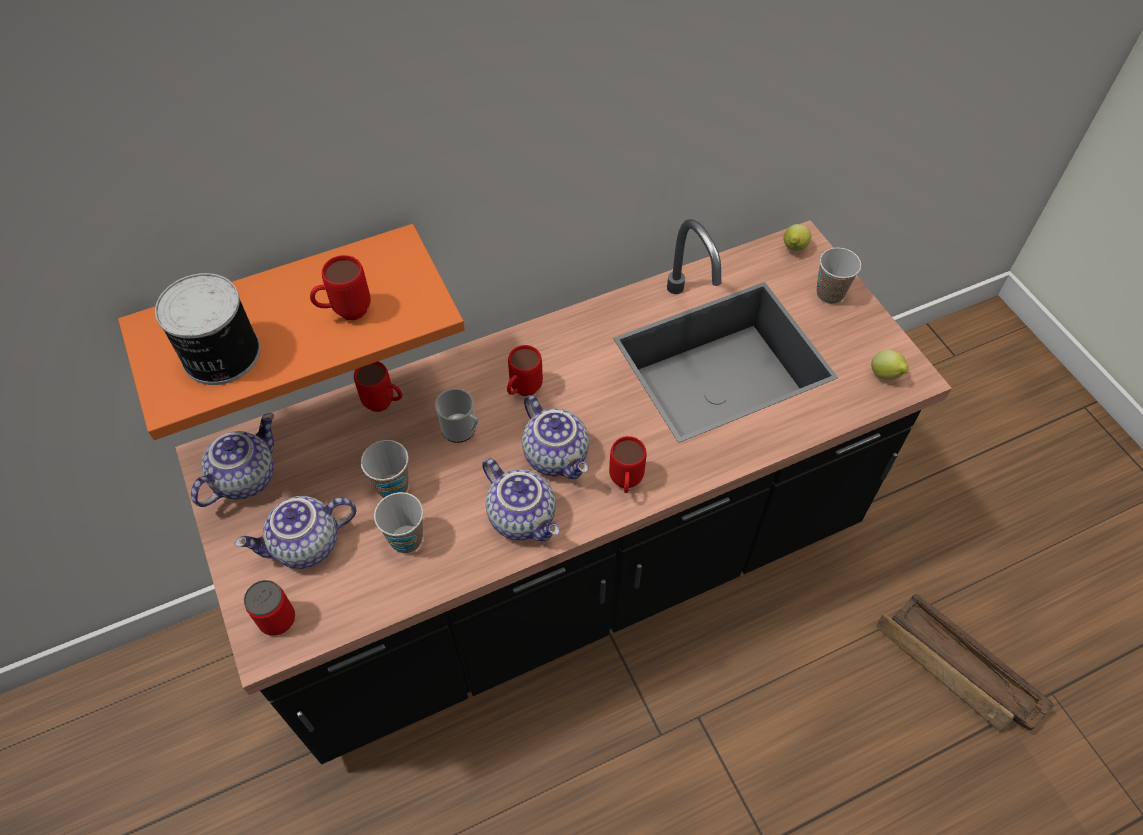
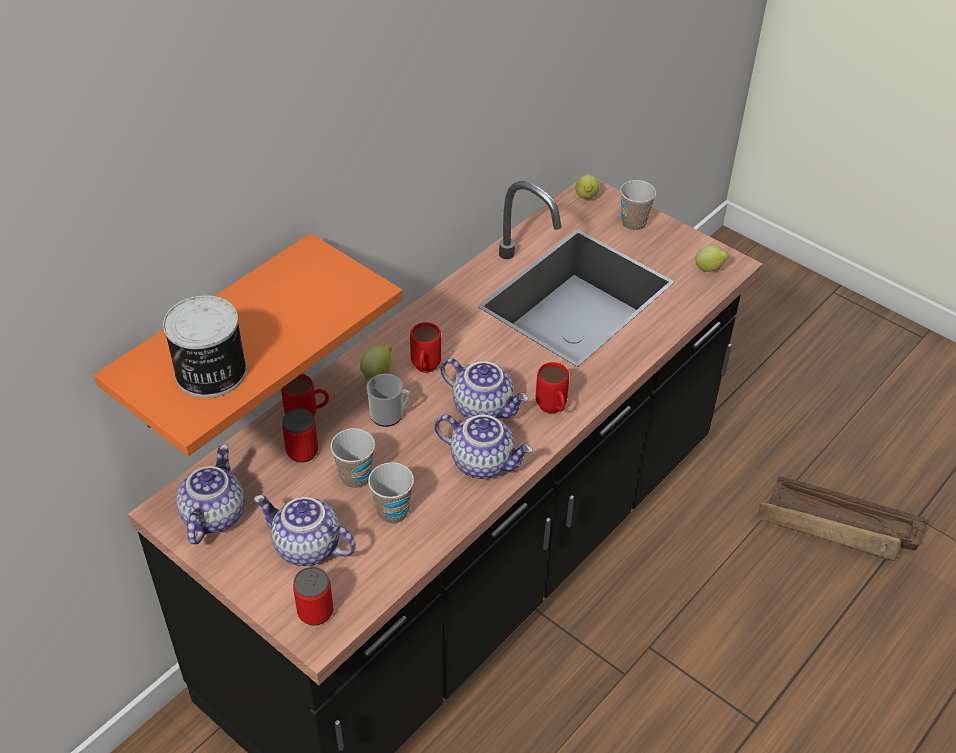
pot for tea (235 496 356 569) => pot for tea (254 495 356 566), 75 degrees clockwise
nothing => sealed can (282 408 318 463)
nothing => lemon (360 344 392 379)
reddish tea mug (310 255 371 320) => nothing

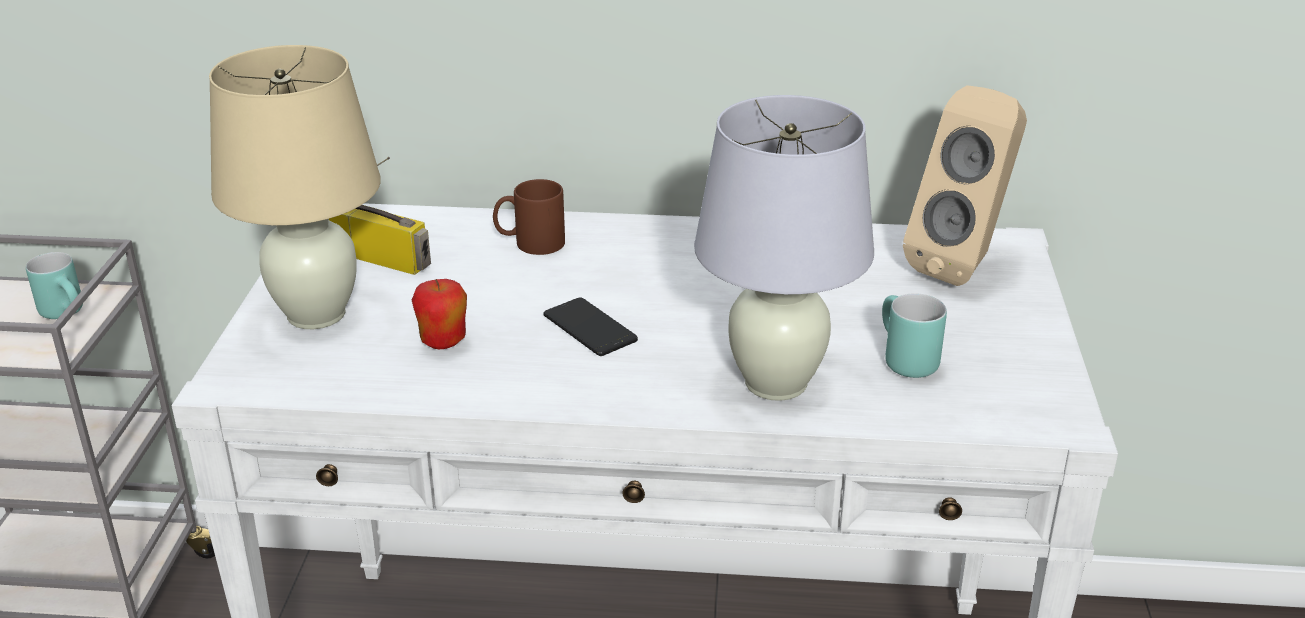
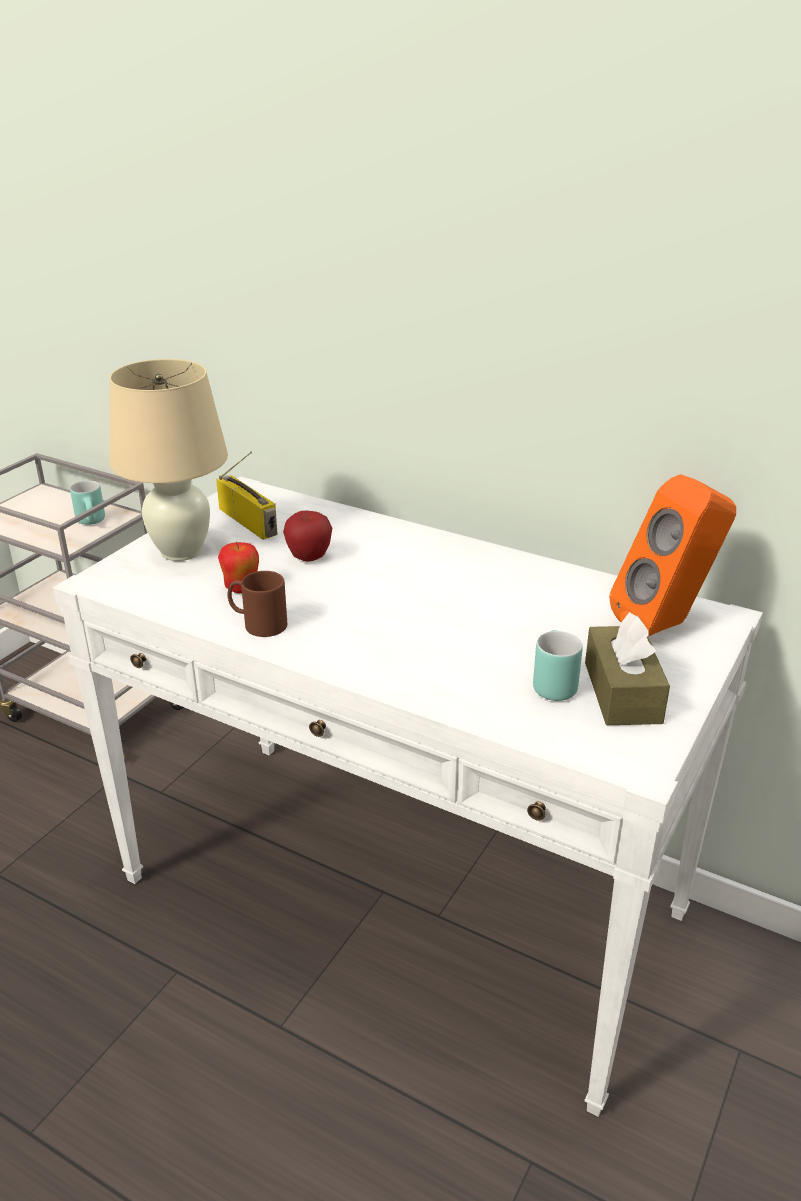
brownish tea mug (493 179 565 255) => brownish tea mug (227 571 287 637), relocated
nothing => apple (283 511 332 561)
nothing => brownish tissue box (585 612 670 725)
sand-coloured loudspeaker (903 85 1027 286) => orange loudspeaker (609 474 736 636)
phone (543 298 638 356) => nothing
white table lamp (694 95 874 401) => nothing

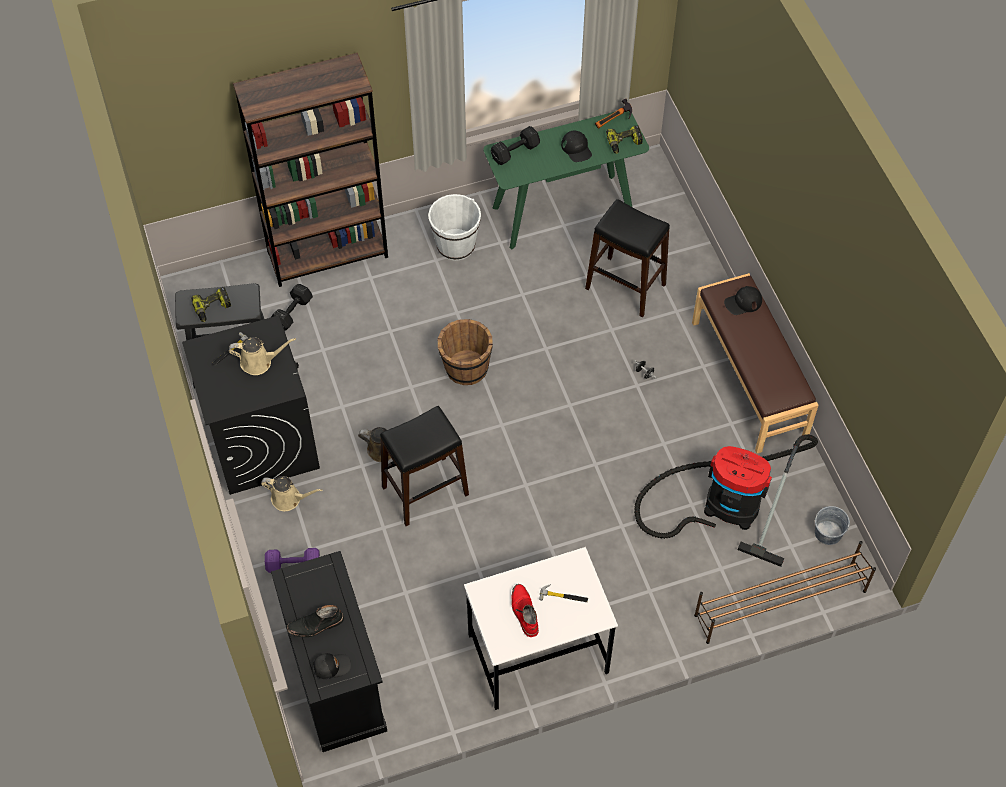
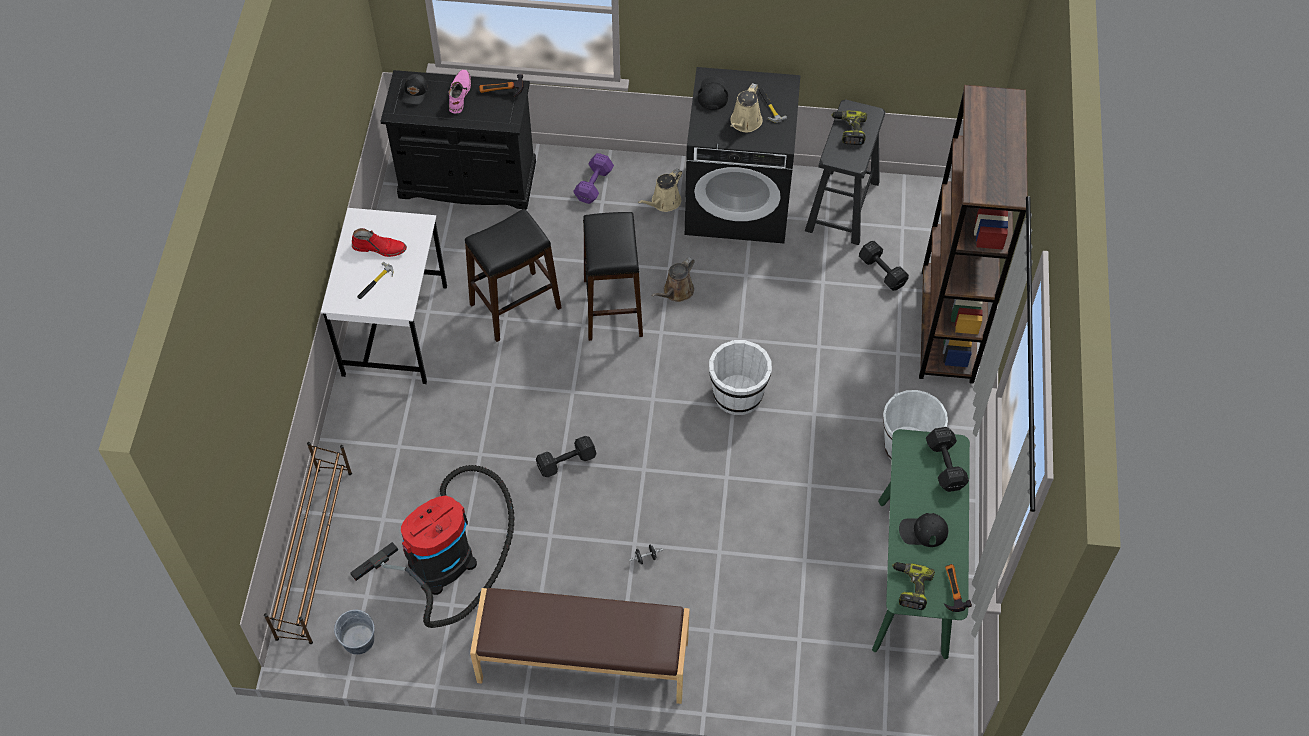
black boot (286 605 344 637) => pink-coloured boot (449 70 471 114)
black stool (585 199 670 317) => black stool (465 209 561 342), relocated
nothing => hammer (479 74 524 97)
nothing => black free weight (536 436 597 477)
black baseball cap (724 286 762 315) => black baseball cap (698 76 728 110), relocated
brownish bucket (438 319 493 385) => white bucket (709 340 772 415)

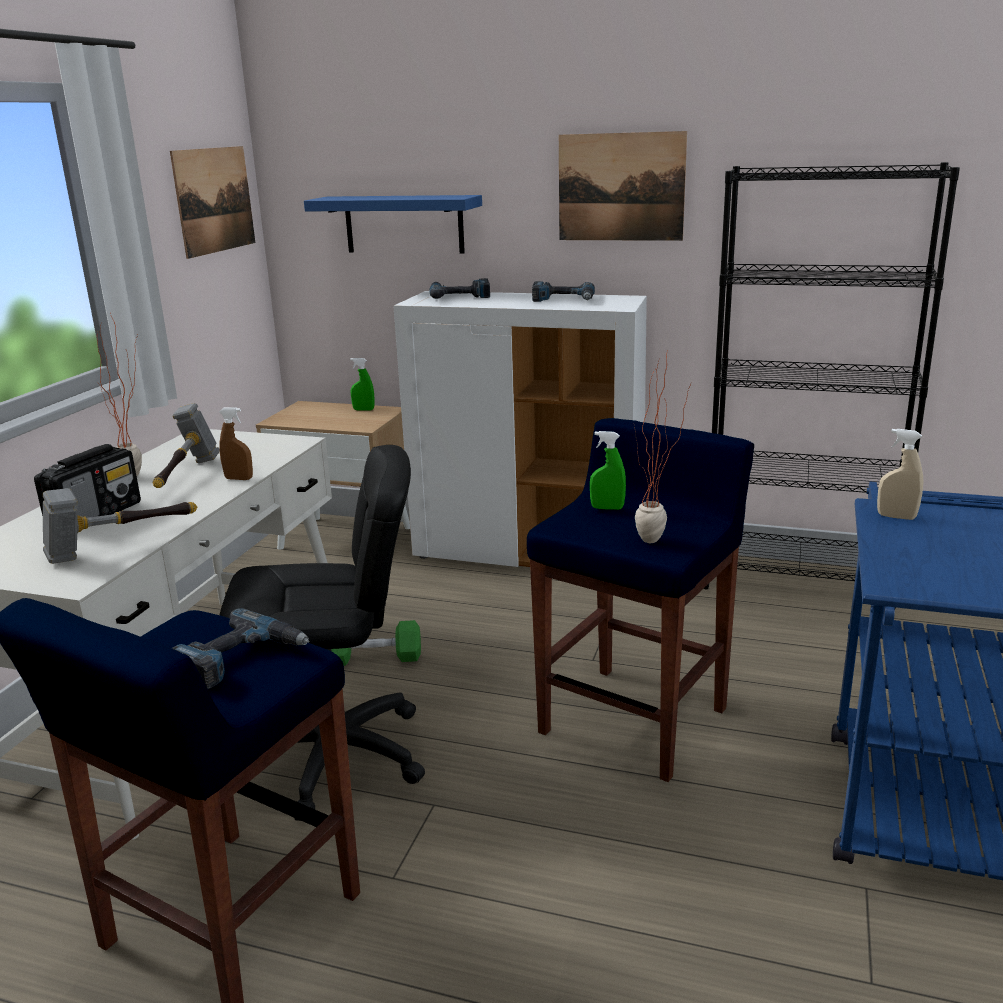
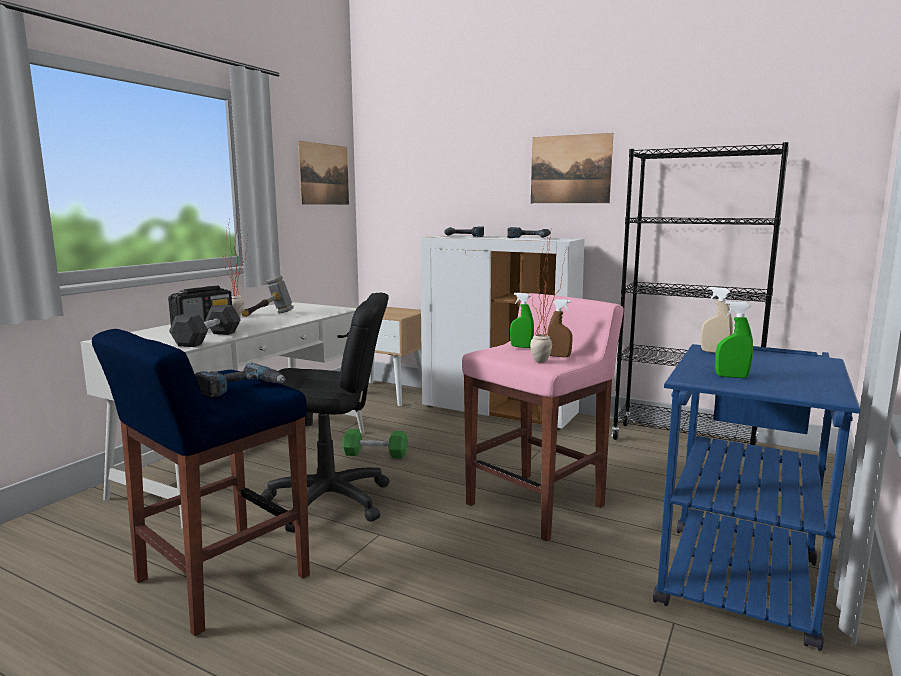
hammer (43 488 197 564) => black free weight (169 305 241 347)
blue-coloured stool (527 418 754 782) => pink-coloured stool (462 293 624 541)
brownish spray bottle (219 407 253 480) => brownish spray bottle (547 299 573 357), relocated
greenish spray bottle (350 358 375 411) => greenish spray bottle (715 301 753 378), relocated
blue-coloured shelf (304 195 482 254) => nothing

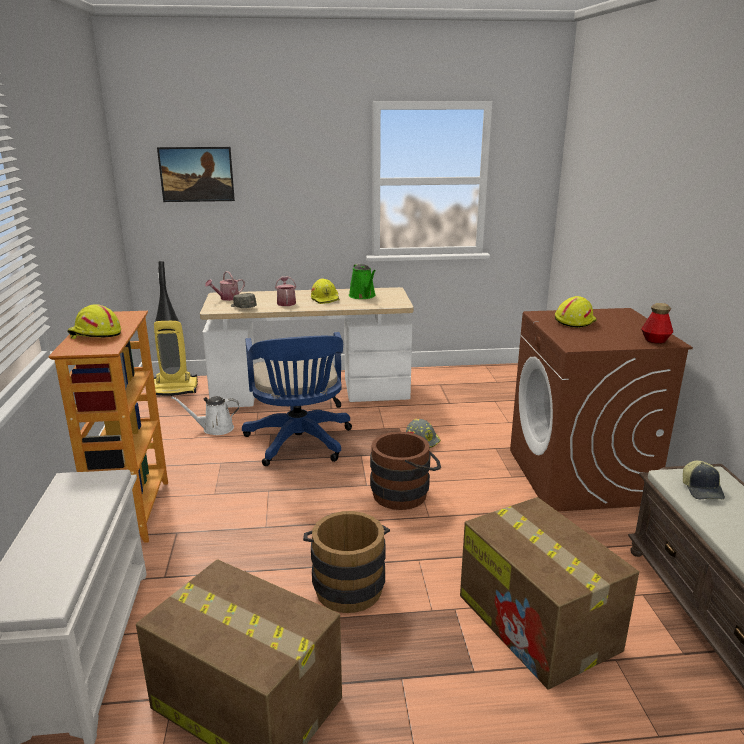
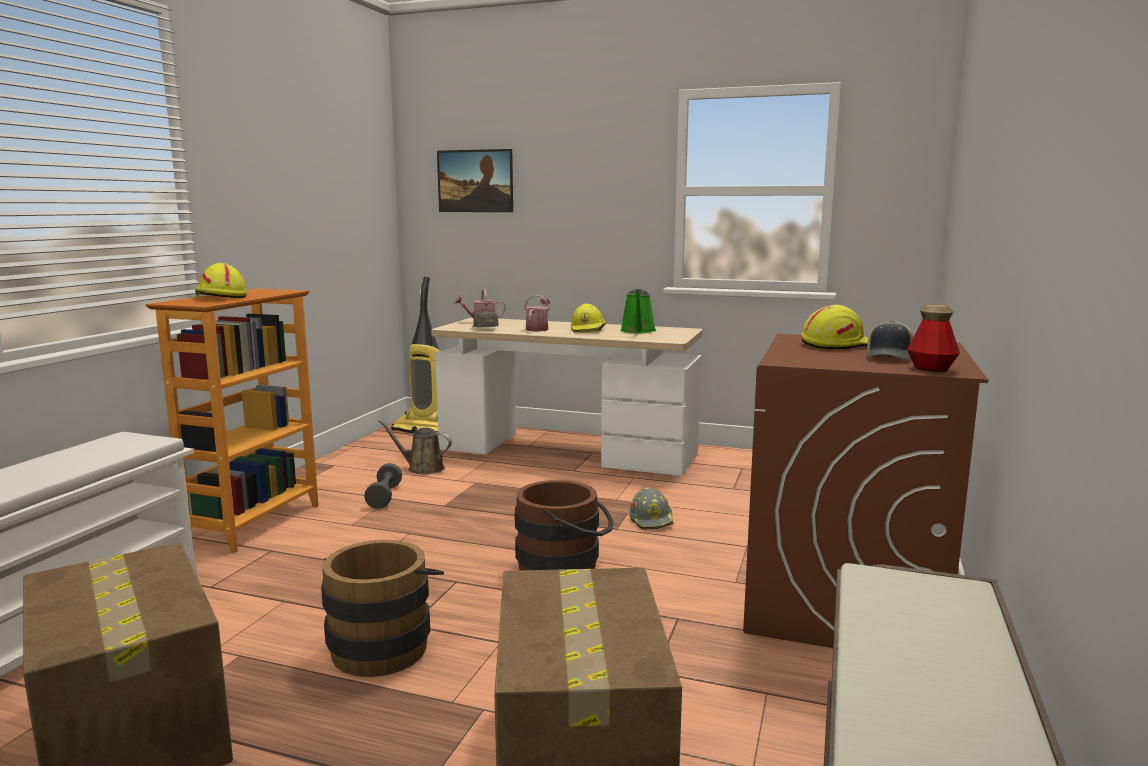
nothing => grey free weight (364 463 402 509)
white sprinkling can (171 396 240 435) => brownish sprinkling can (378 420 452 474)
baseball cap (683 460 725 499) => baseball cap (866 320 914 360), relocated
blue-coloured office chair (242 332 352 466) => nothing

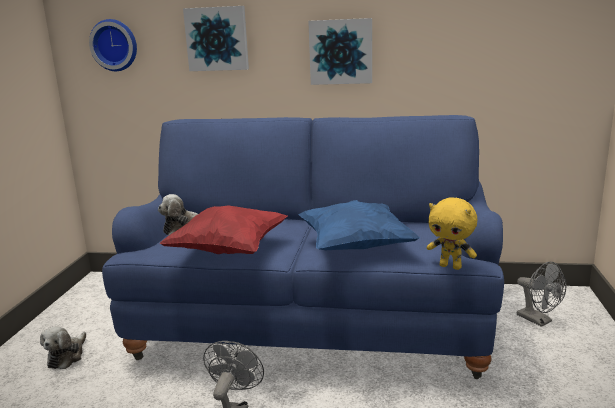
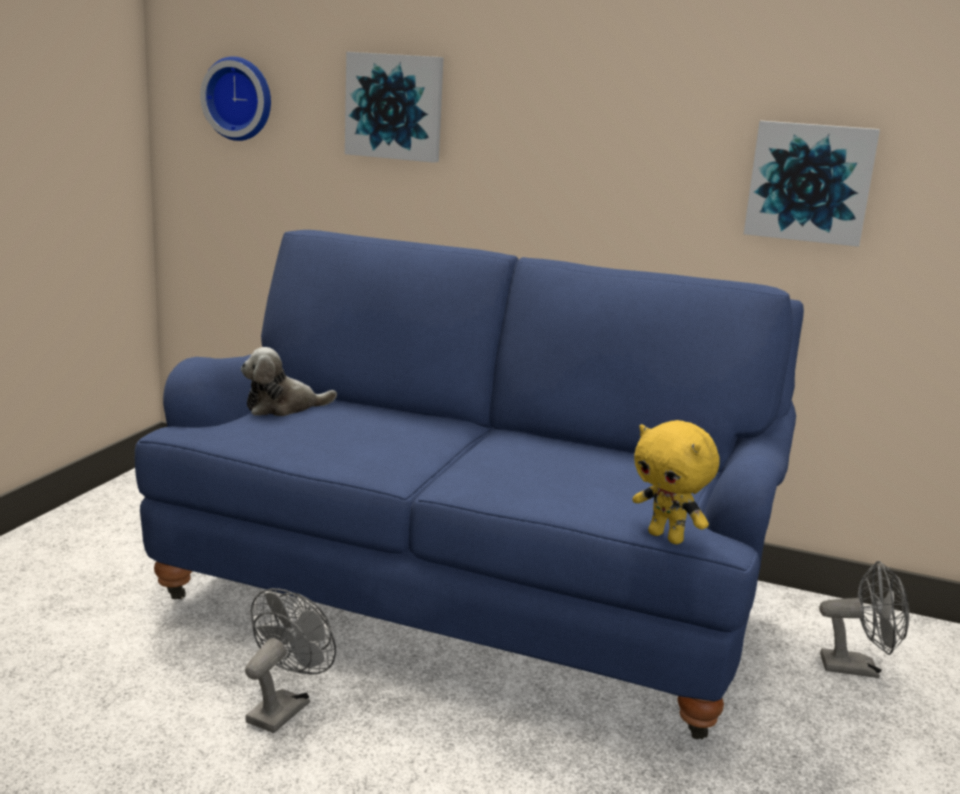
wall picture (308 18 372 85) => wall picture (744 121 880 247), relocated
grey electric fan (517 262 566 327) => grey electric fan (819 561 910 678), 60 degrees counterclockwise
soft toy (40 326 86 369) => nothing
reddish pillow (160 205 288 254) => nothing
blue-coloured pillow (298 200 420 250) => nothing

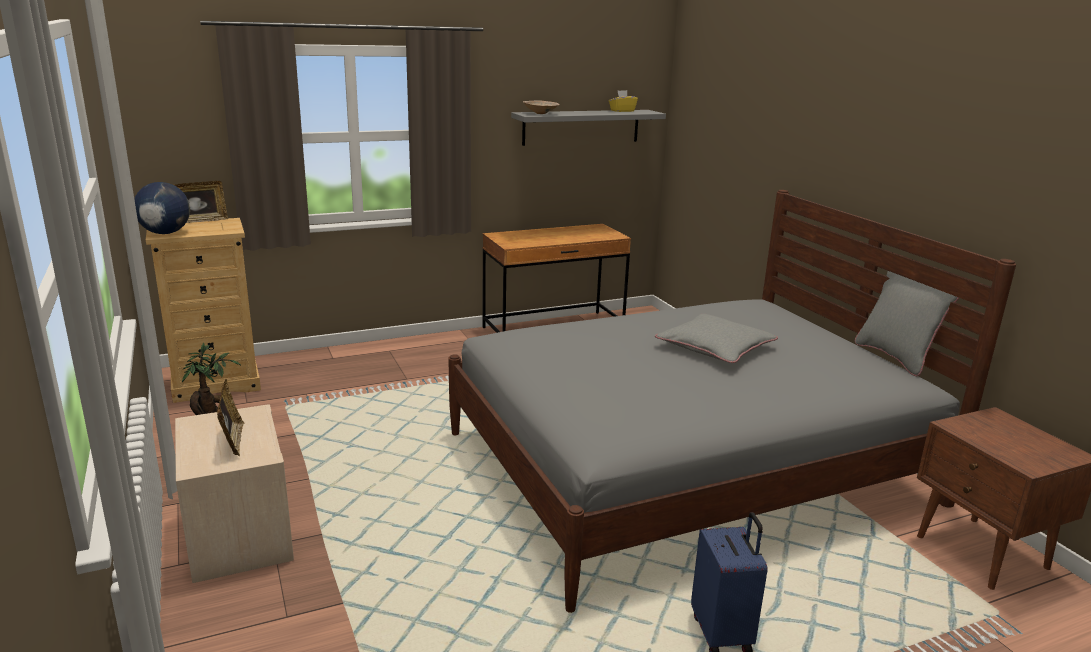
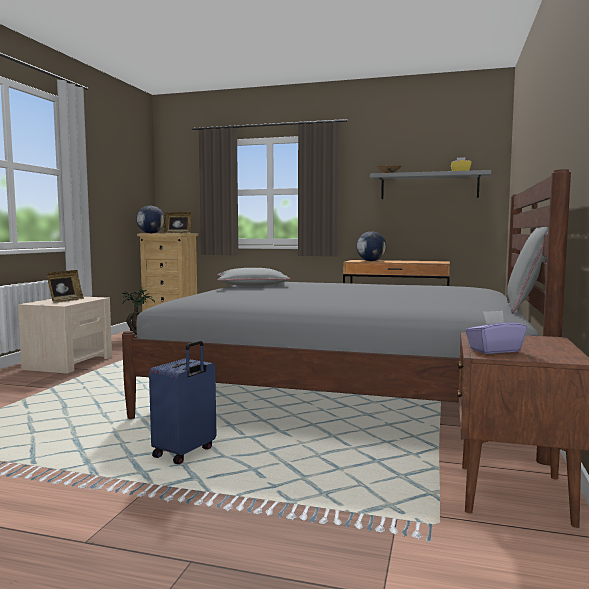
grey pillow (655 314 778 363) => grey pillow (217 268 291 286), relocated
nothing => desk globe (356 231 386 261)
nothing => purple tissue box (465 310 527 354)

